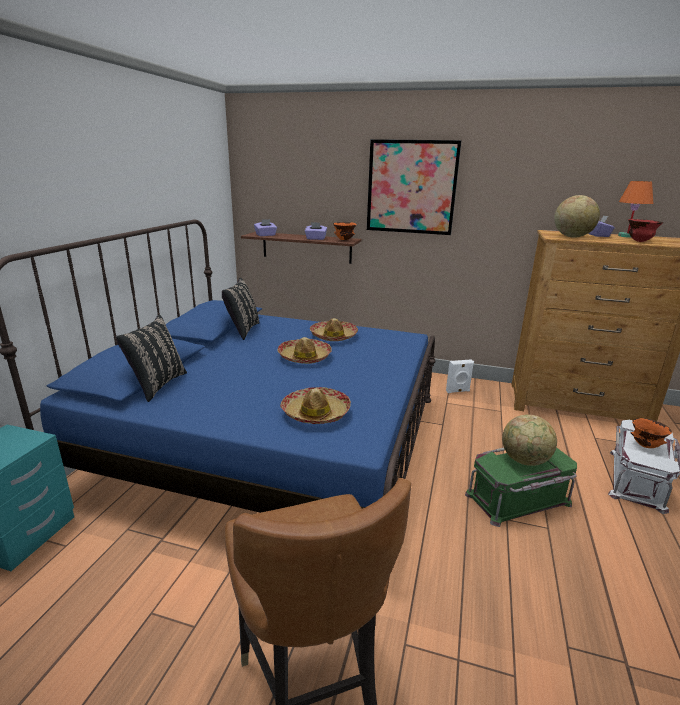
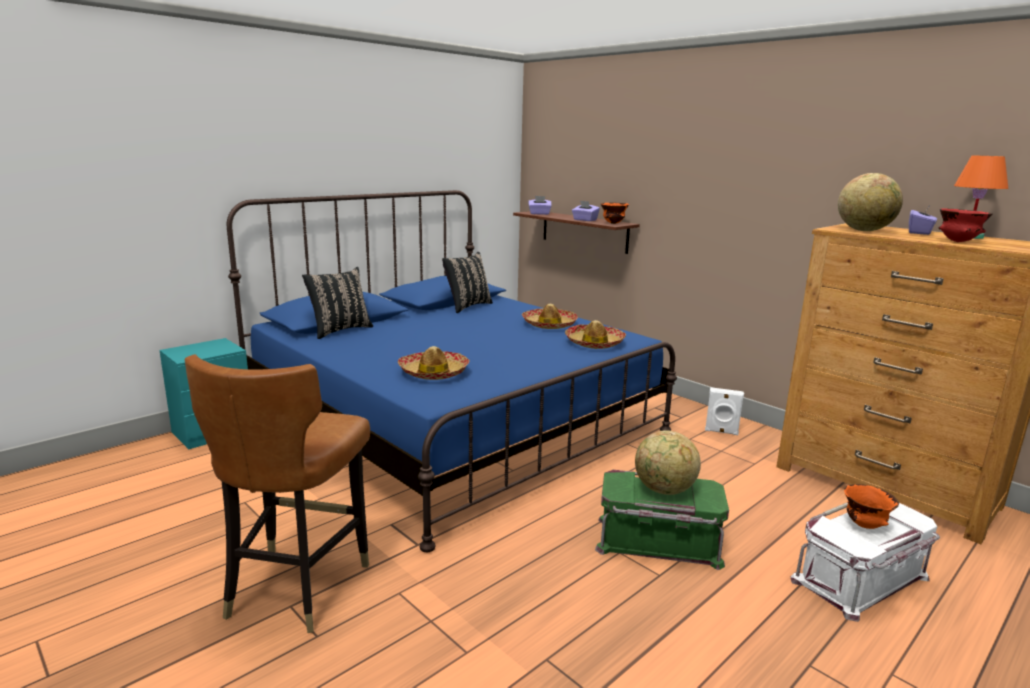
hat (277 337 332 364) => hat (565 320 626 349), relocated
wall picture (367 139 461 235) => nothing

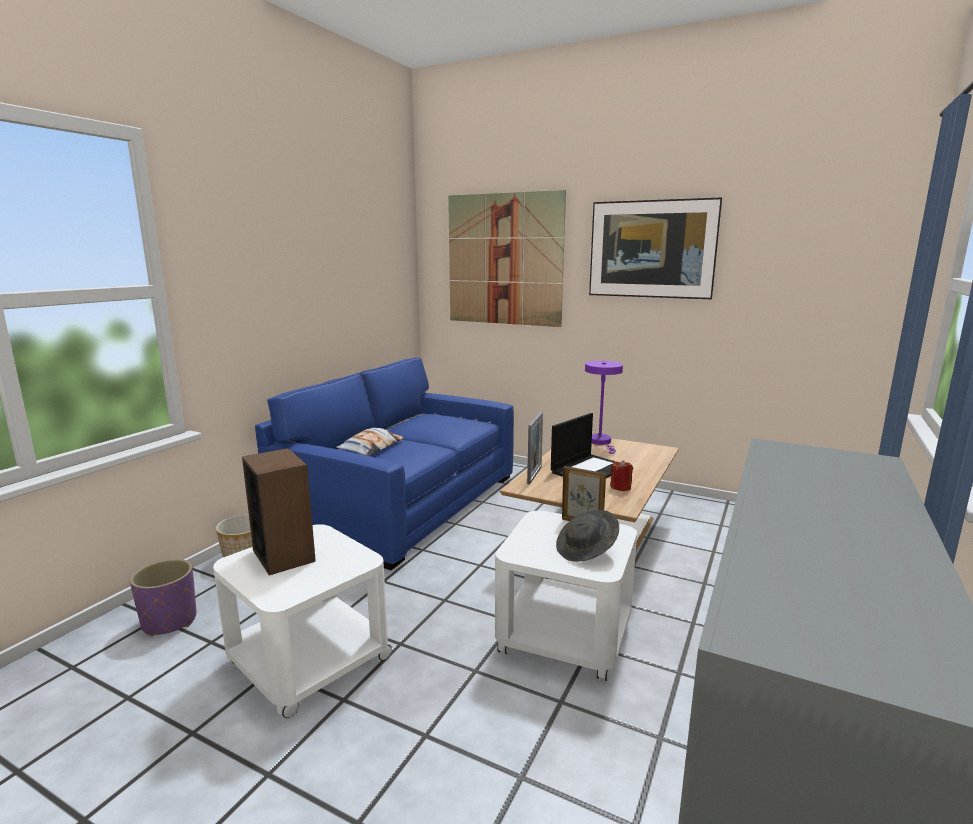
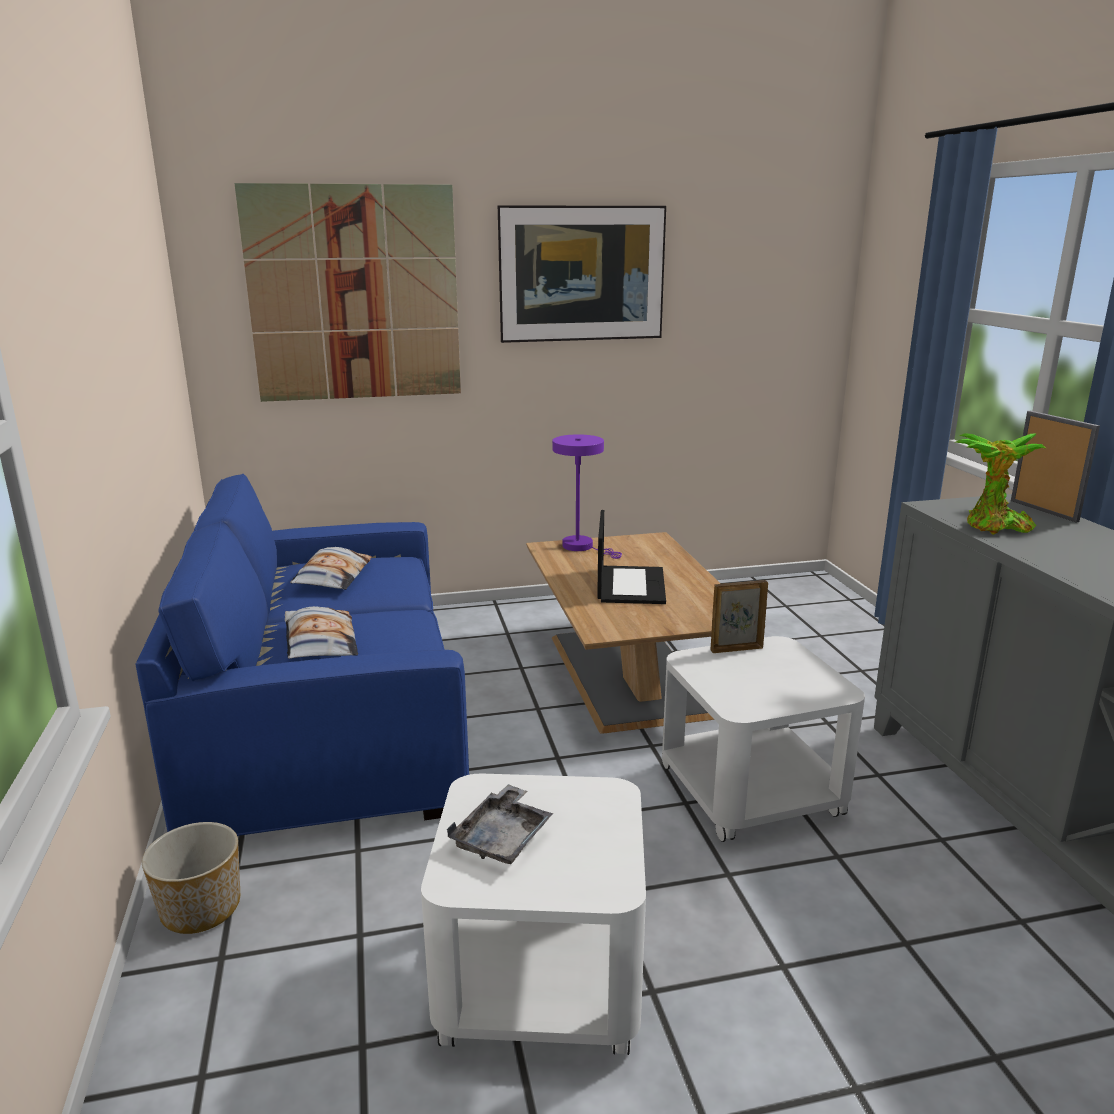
nothing => pillow (290 547 372 590)
loudspeaker (242 448 316 575) => grey tray (447 784 553 864)
nothing => potted plant (955 433 1046 535)
picture frame (527 412 543 484) => picture frame (1011 411 1100 522), relocated
purple planter (130 559 197 637) => nothing
grey hat (556 510 619 562) => nothing
reddish wax light (610 460 633 491) => nothing

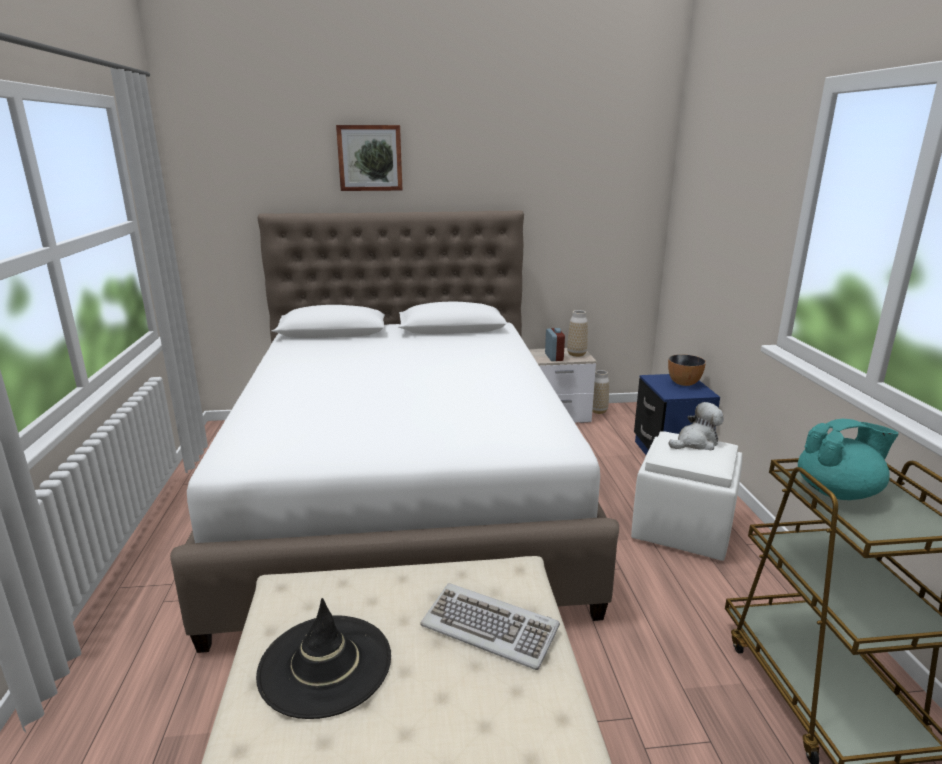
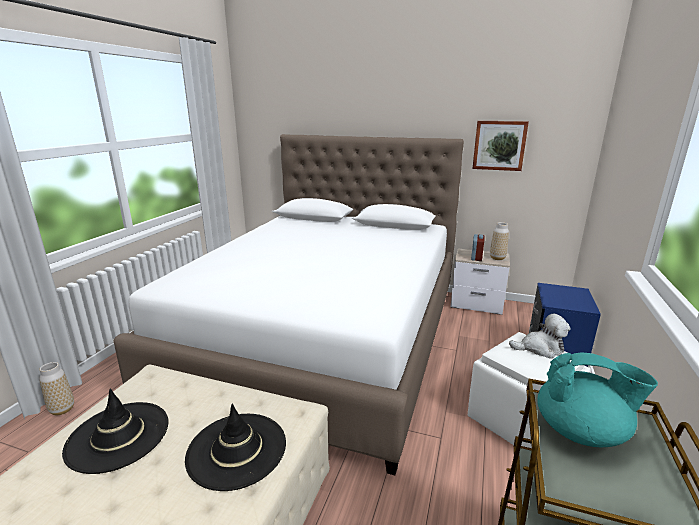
vase (592 370 609 414) => vase (39 362 74 415), relocated
PC keyboard (420 583 560 670) => black hat (185 404 286 491)
wall picture (336 125 403 191) => wall picture (472 121 529 171), relocated
serving bowl (668 354 706 386) => nothing

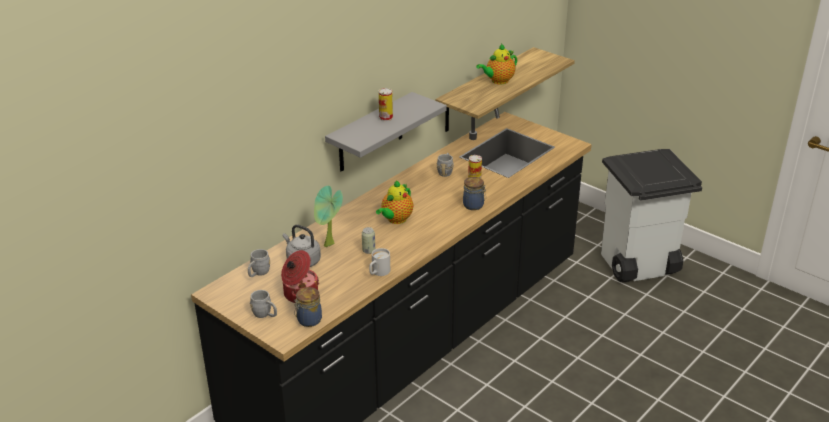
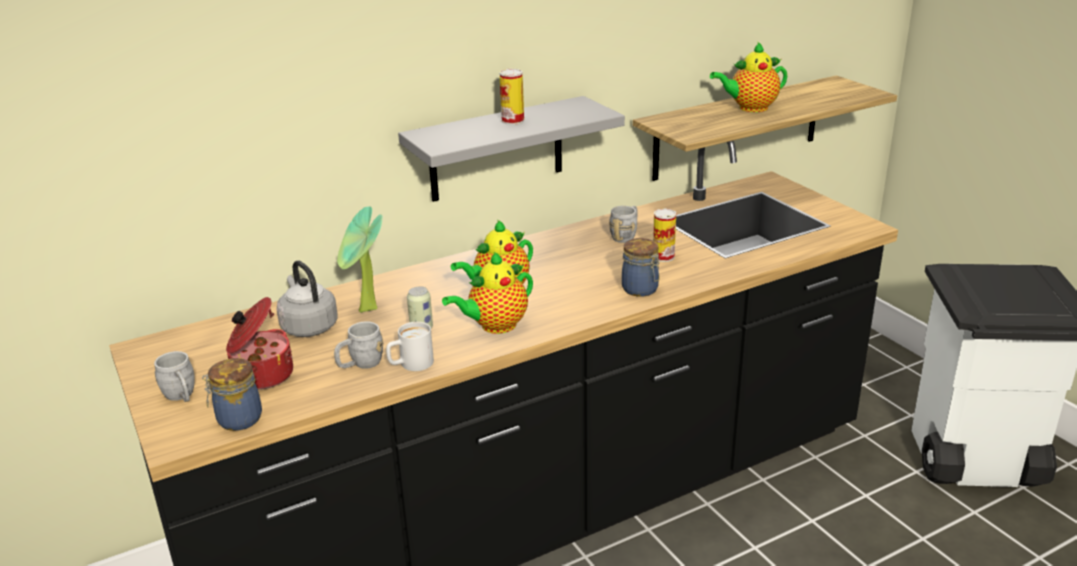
grey tea mug (248 249 270 277) => grey tea mug (334 321 383 369), relocated
nothing => pot for tea (442 251 533 334)

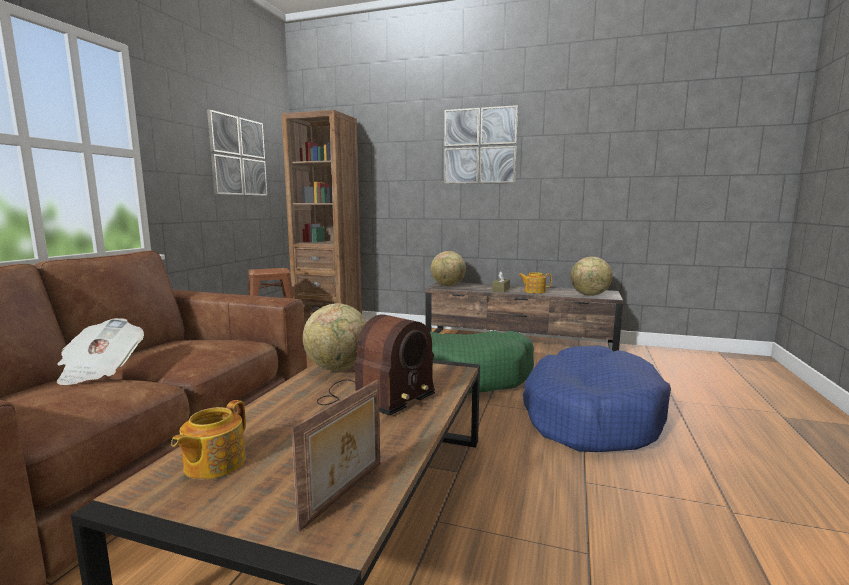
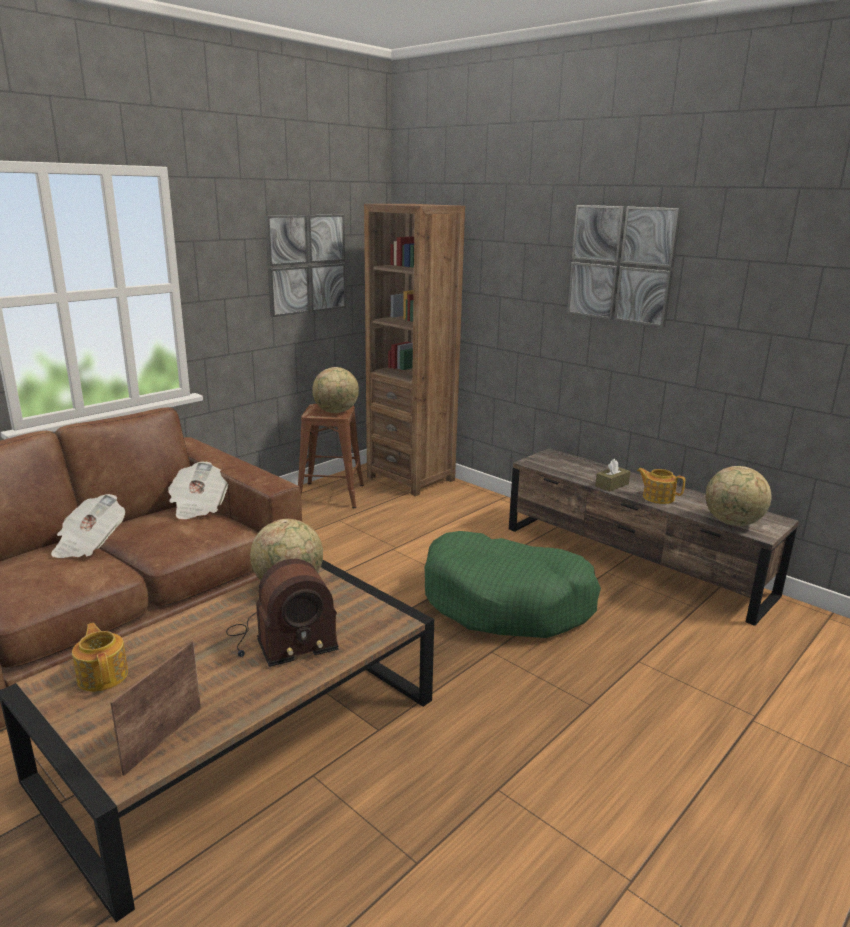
pot for tea (171 400 246 480) => pot for tea (72 623 128 692), 105 degrees clockwise
picture frame (291 380 380 532) => picture frame (110 641 201 776), 150 degrees clockwise
nothing => printed paper (168 462 229 519)
desk globe (431 251 466 286) => desk globe (312 367 359 413), relocated
blue-coloured dog cushion (523 346 671 452) => nothing

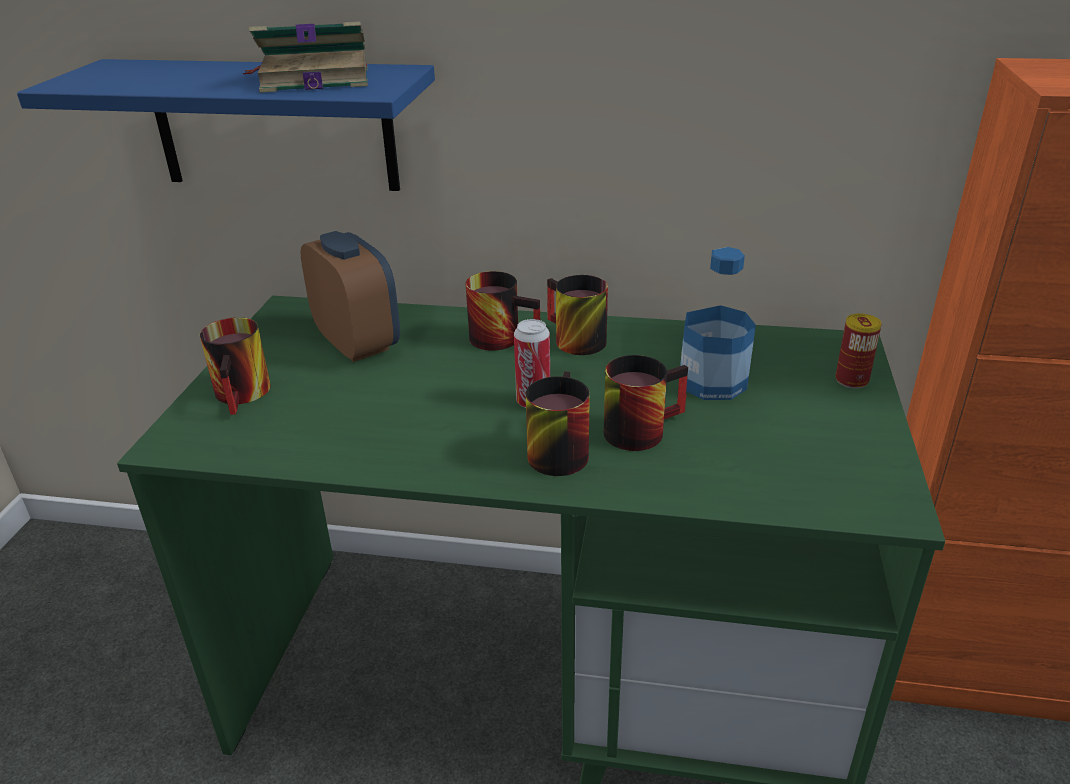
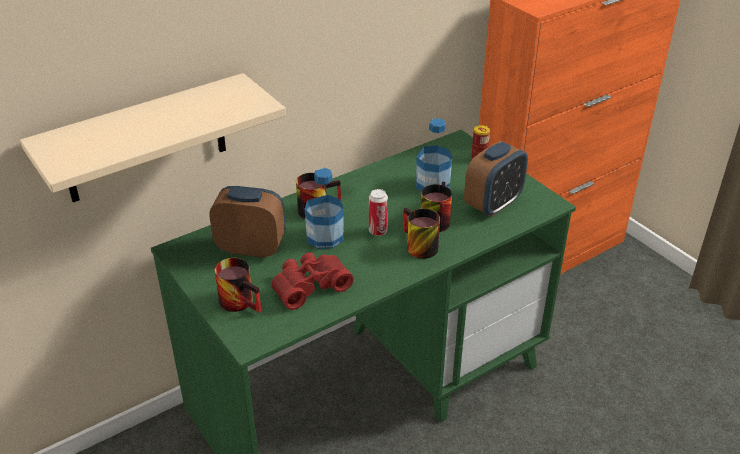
blue-coloured shelf (17 59 435 191) => sand-coloured shelf (20 73 286 202)
nothing => reddish field glasses (271 252 354 310)
nothing => beverage bottle (304 168 344 249)
nothing => table clock (464 141 528 217)
book (243 21 368 93) => nothing
tea mug (547 275 608 355) => nothing

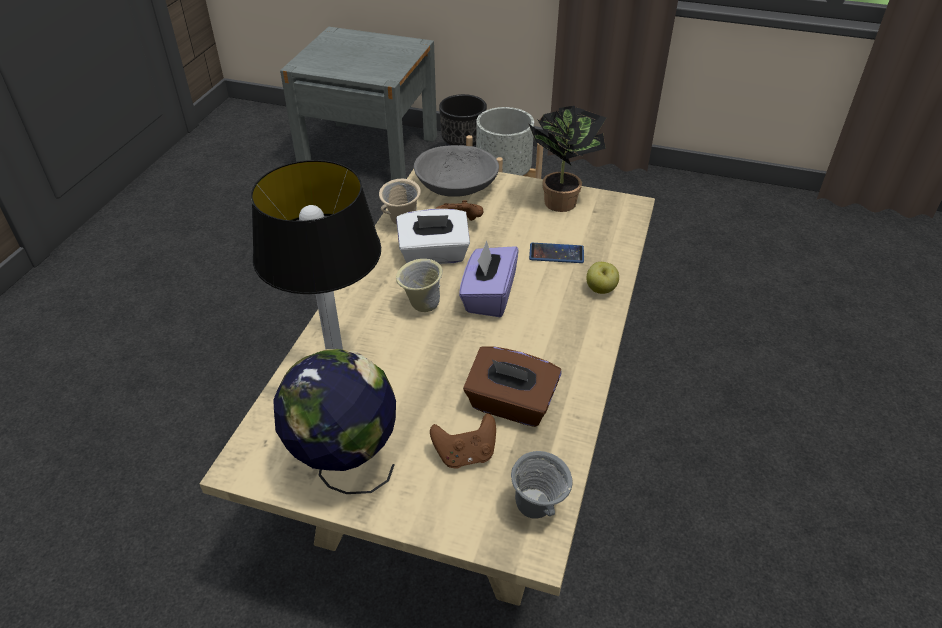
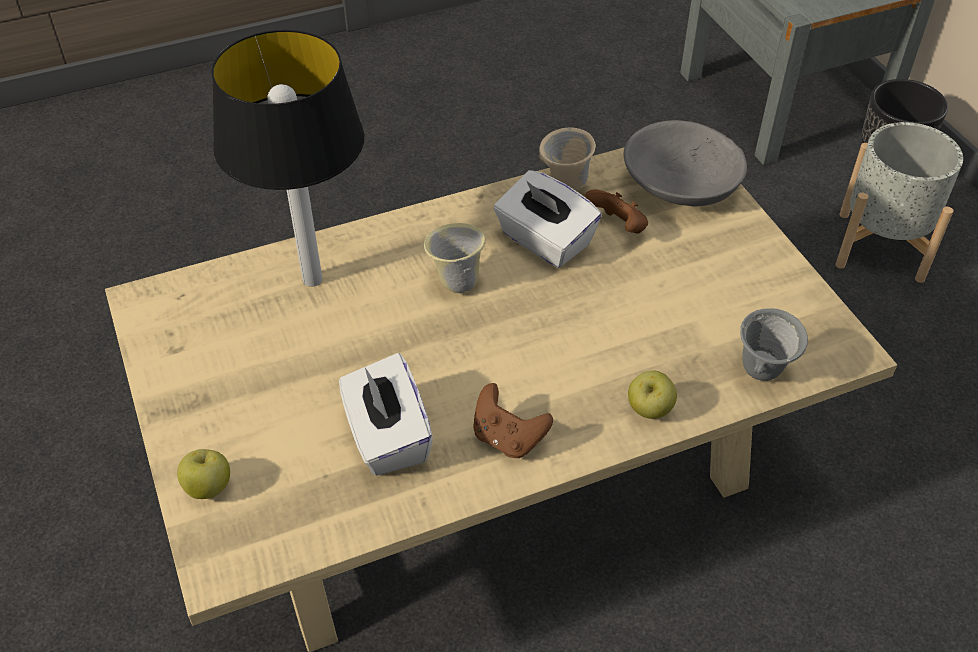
nothing => apple (177 449 230 499)
brownish tissue box (463 346 562 427) => white tissue box (339 353 433 476)
brownish joypad (430 413 496 468) => brownish joypad (473 383 553 458), relocated
grey tea mug (511 451 573 519) => grey tea mug (740 308 808 381), relocated
desk globe (273 349 396 494) => nothing
purple tissue box (459 240 519 317) => nothing
potted plant (528 106 606 212) => nothing
phone (529 243 584 263) => nothing

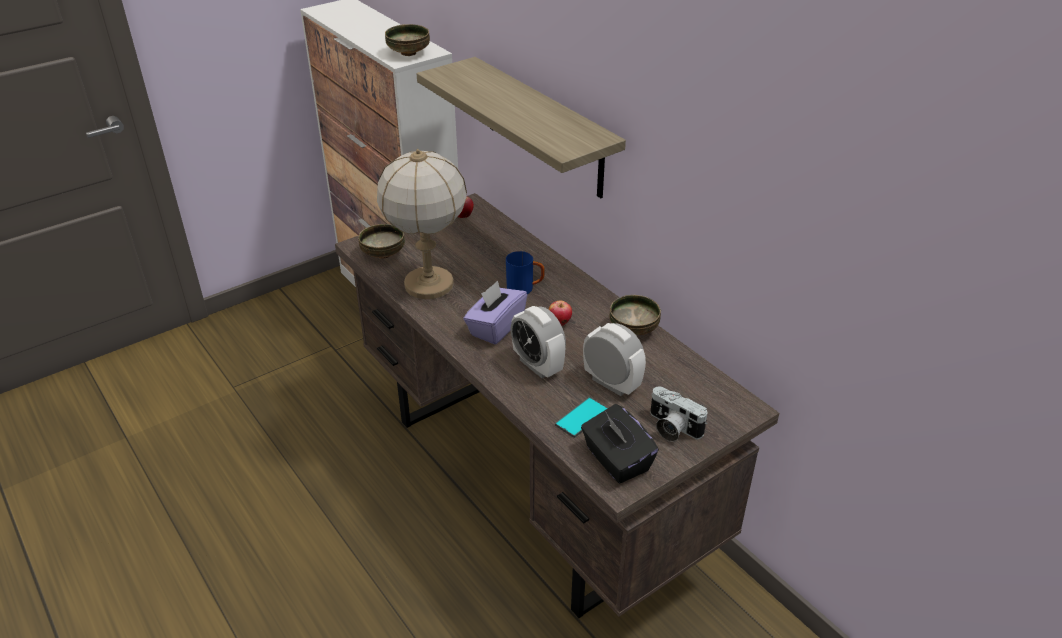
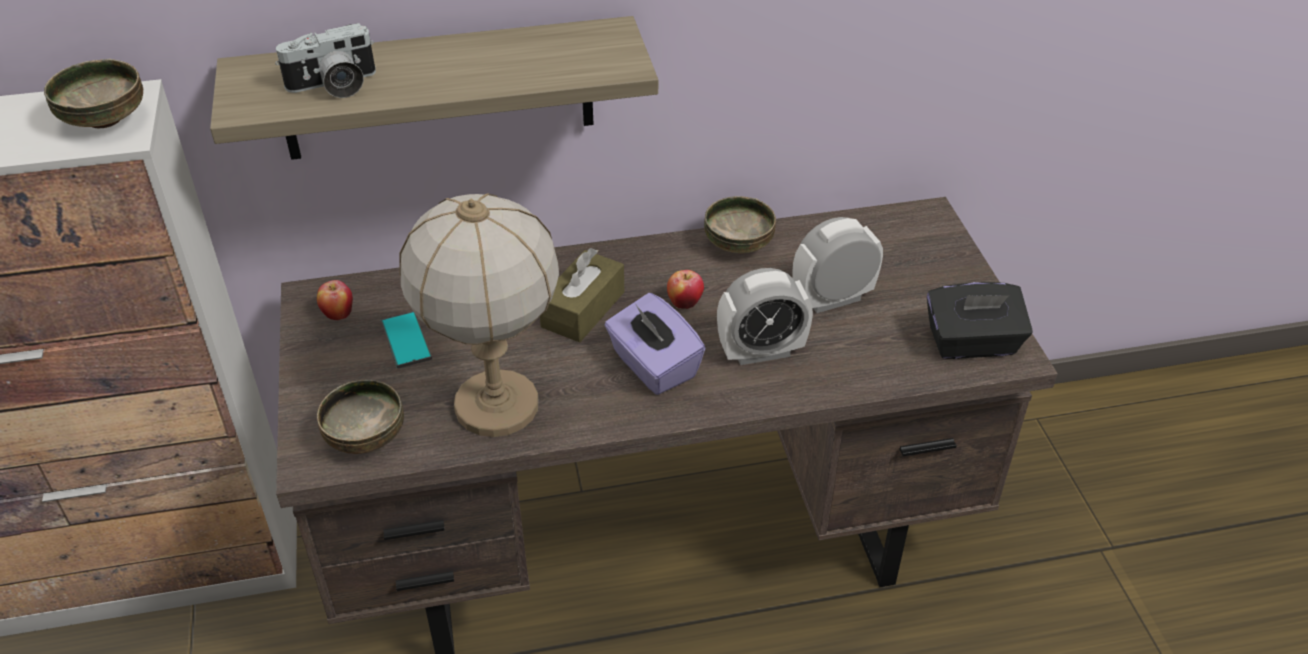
still camera (650 387 708 442) => still camera (275 23 376 98), relocated
phone (555 397 608 438) => phone (381 311 432 368), relocated
blue-coloured tea mug (506 251 545 294) => brownish tissue box (540 248 624 342)

